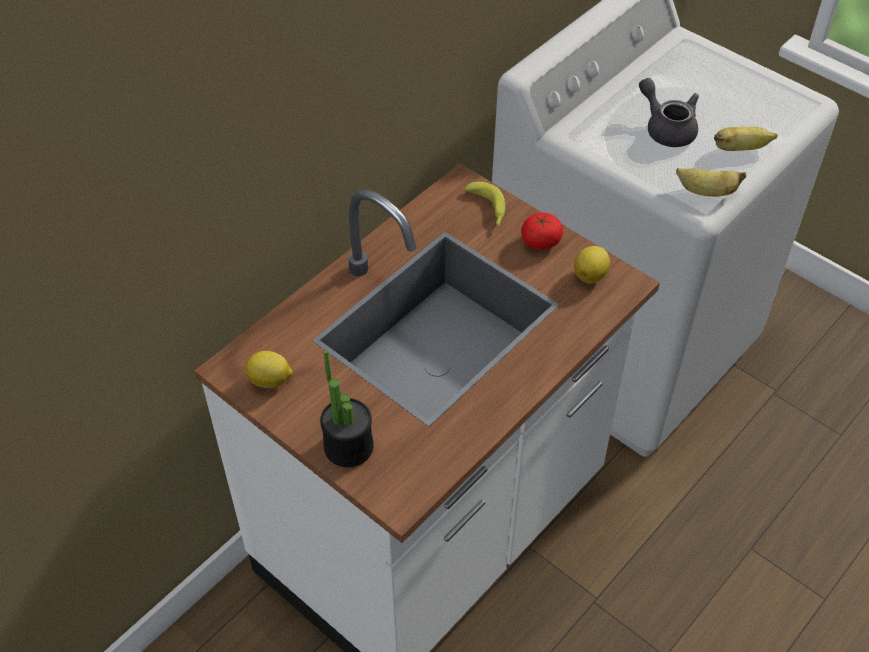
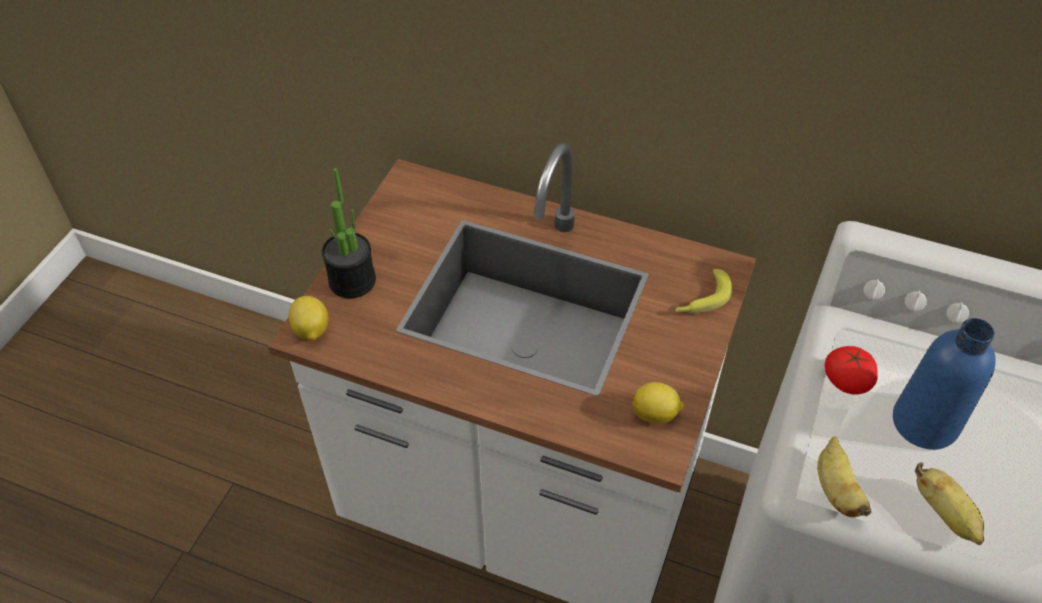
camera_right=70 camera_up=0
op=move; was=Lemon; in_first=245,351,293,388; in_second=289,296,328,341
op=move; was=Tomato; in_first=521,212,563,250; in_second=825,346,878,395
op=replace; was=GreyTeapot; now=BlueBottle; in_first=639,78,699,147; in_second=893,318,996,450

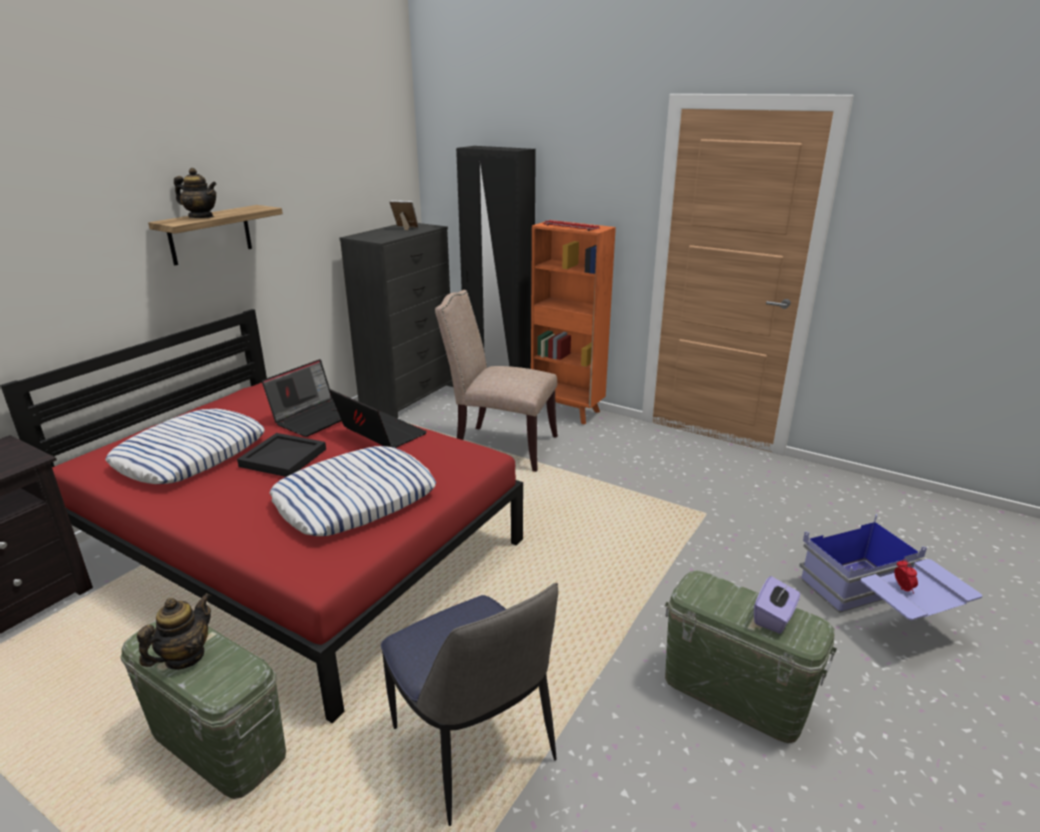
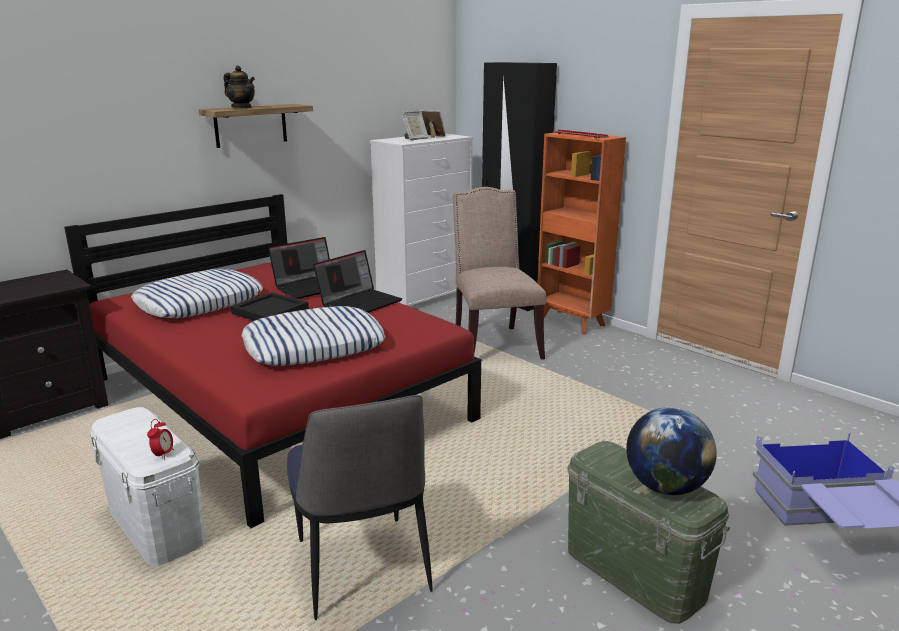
camera_right=15 camera_up=-5
op=delete; was=Teapot; in_first=137,593,211,670
op=insert; now=PictureFrame; in_second=401,111,429,140
op=move; was=AlarmClock; in_first=894,559,918,594; in_second=147,419,174,460
op=replace; was=PurpleTissueBox; now=Globe; in_first=754,576,800,634; in_second=626,407,717,495
op=recolor; was=GreenStorageBox; now=WhiteStorageBox; in_first=121,621,286,799; in_second=90,407,206,566
op=recolor; was=BlackDresser; now=WhiteDresser; in_first=340,223,453,418; in_second=370,134,473,306
op=rotate; was=Laptop; in_first=329,389,427,448; in_second=313,250,402,313; clockwise=75
op=rotate; was=BeigeChair; in_first=435,290,558,472; in_second=452,187,546,360; clockwise=45

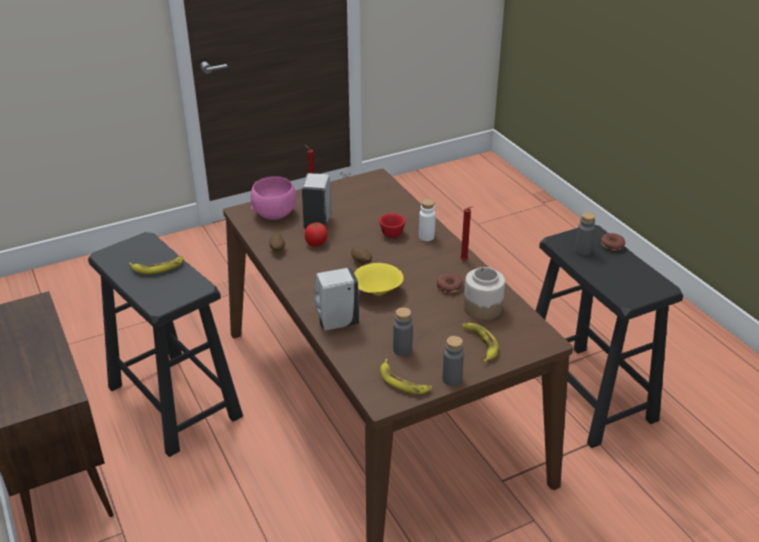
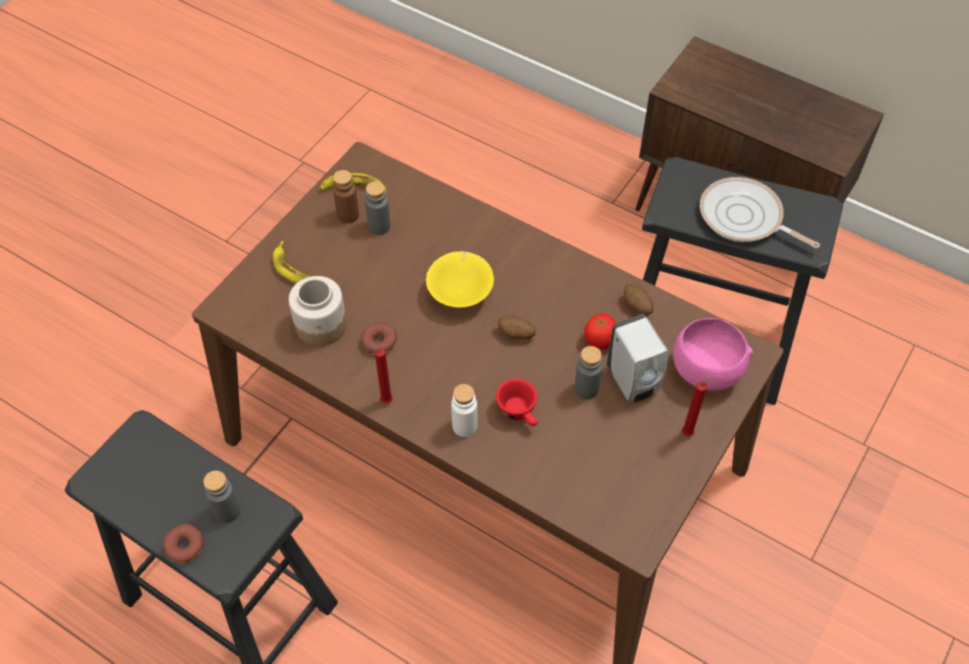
camera_right=150 camera_up=20
op=delete; was=WhiteSoapDispenser; in_first=315,268,359,331
op=insert; now=BrownBottle; in_second=333,170,359,223
op=move; was=GreyBottle; in_first=442,336,464,386; in_second=574,346,602,399
op=replace; was=Banana; now=FryingPan; in_first=129,256,183,274; in_second=700,177,820,249

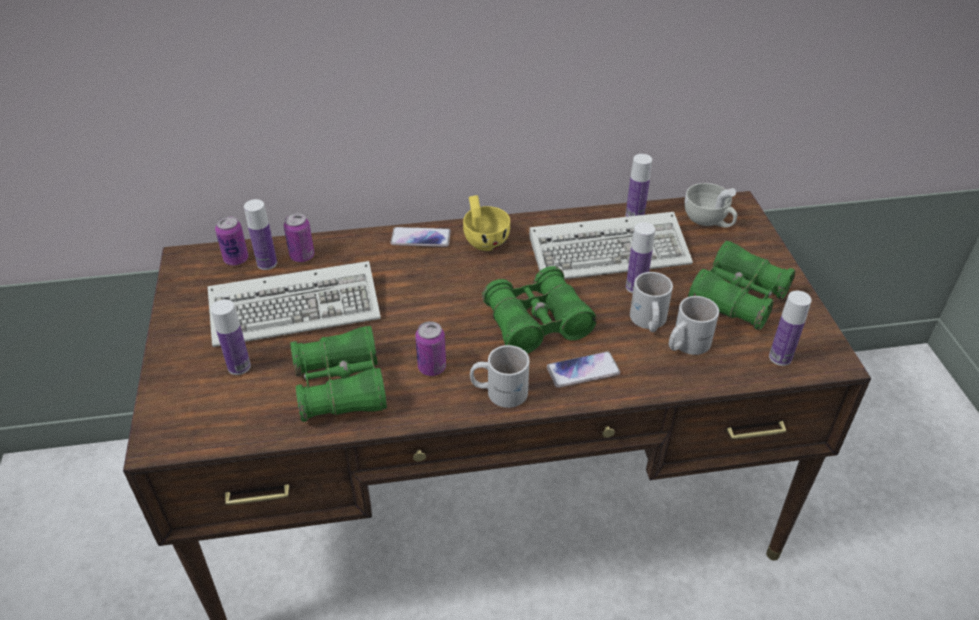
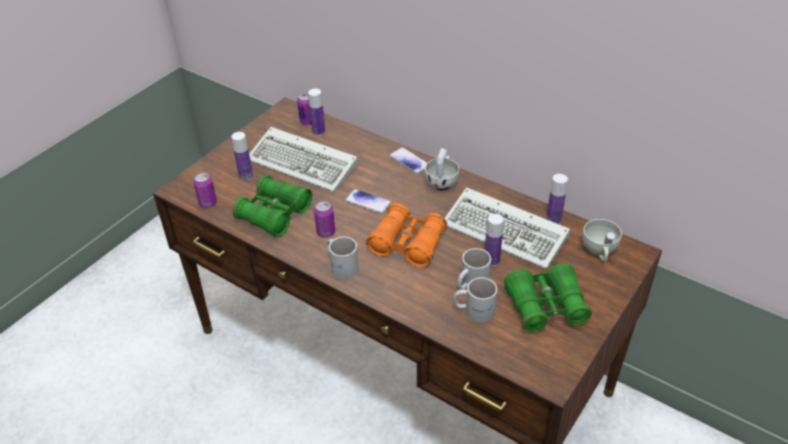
camera_right=45 camera_up=0
op=delete; was=Bottle; in_first=769,291,812,366
op=move; was=Can; in_first=284,213,314,262; in_second=193,172,217,208
op=move; was=Phone; in_first=547,352,620,388; in_second=345,189,392,214
op=recolor; was=YellowCup; now=WhiteCup; in_first=463,195,510,251; in_second=425,148,459,191
op=recolor; was=GreenBinoculars; now=OrangeBinoculars; in_first=482,266,597,354; in_second=366,203,447,268

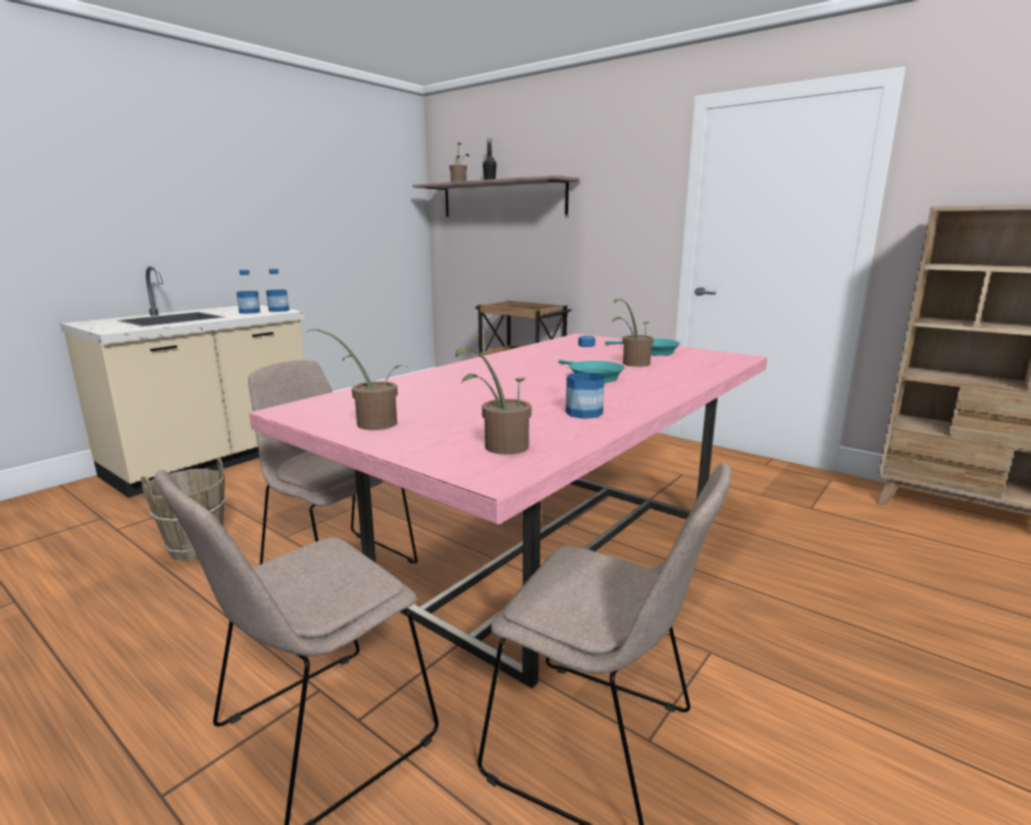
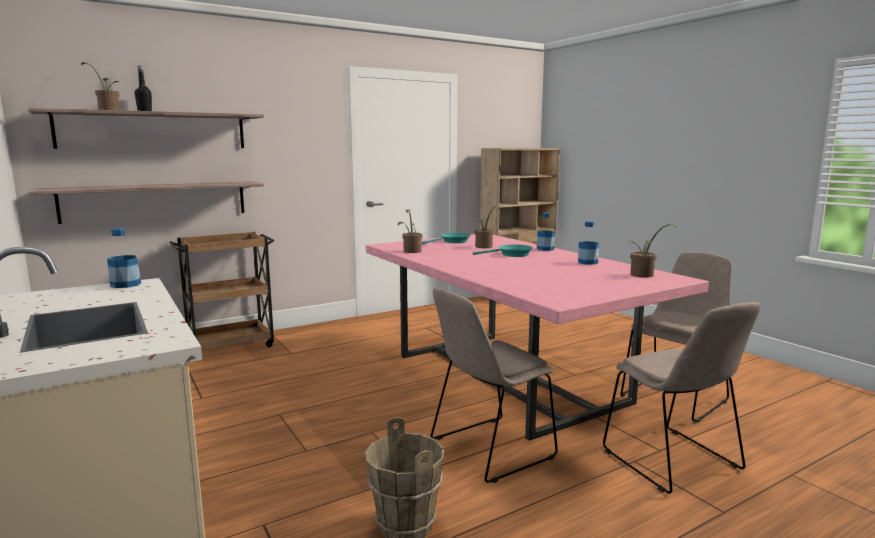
camera_right=-70 camera_up=-5
op=insert; now=Shelf; in_second=34,181,264,224
op=move; was=Bottle; in_first=236,270,260,314; in_second=537,213,555,251
op=move; was=PottedPlant; in_first=305,329,407,430; in_second=398,210,422,253

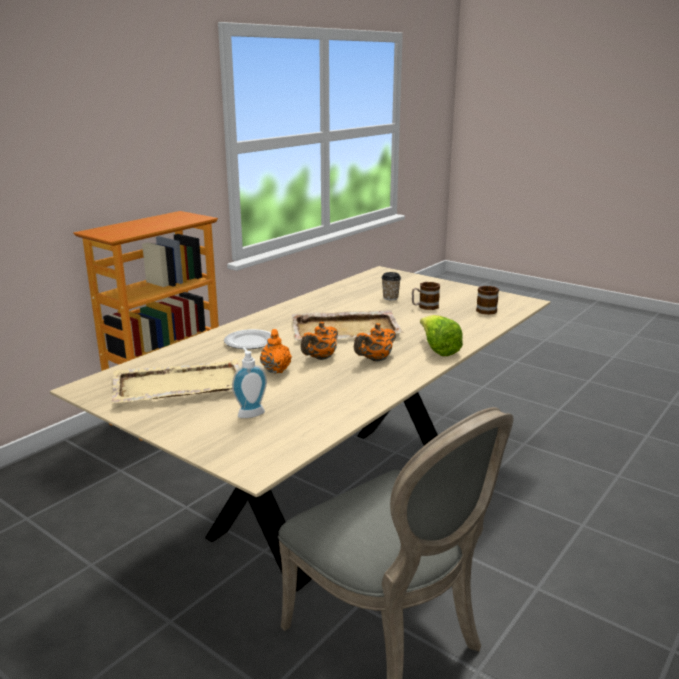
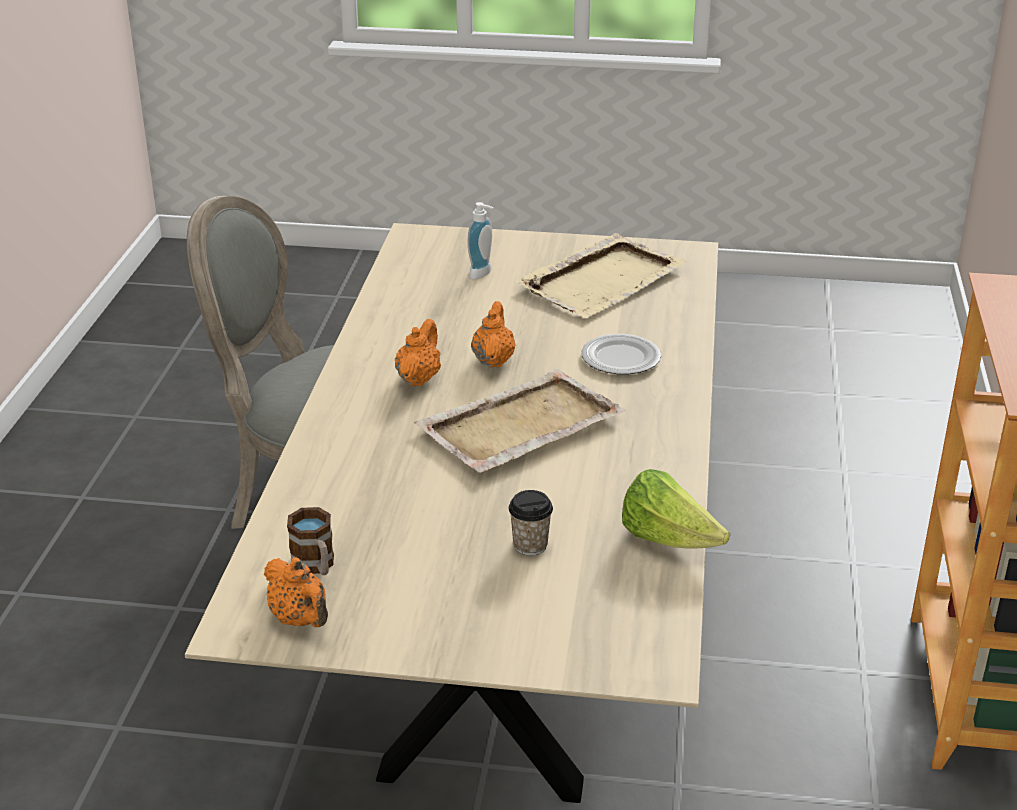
camera_right=150 camera_up=10
op=delete; was=Mug; in_first=412,282,440,310
op=move; was=OrangeTeapot; in_first=260,329,292,374; in_second=264,557,328,627
op=move; was=Lettuce; in_first=420,315,463,356; in_second=622,469,730,549

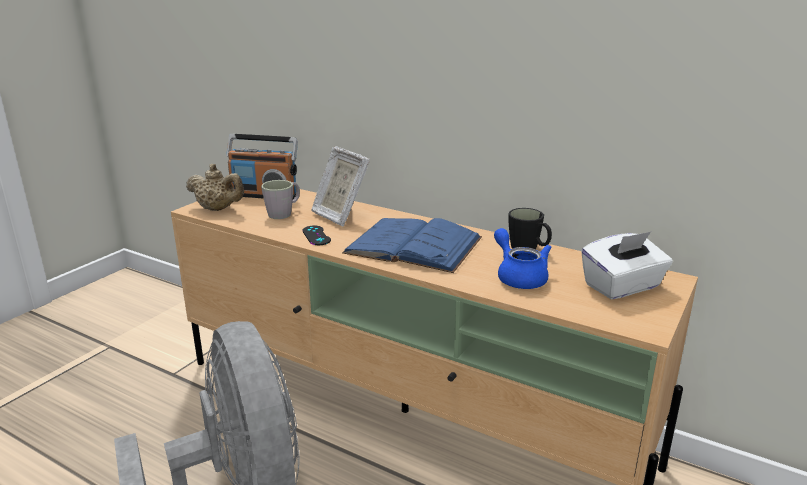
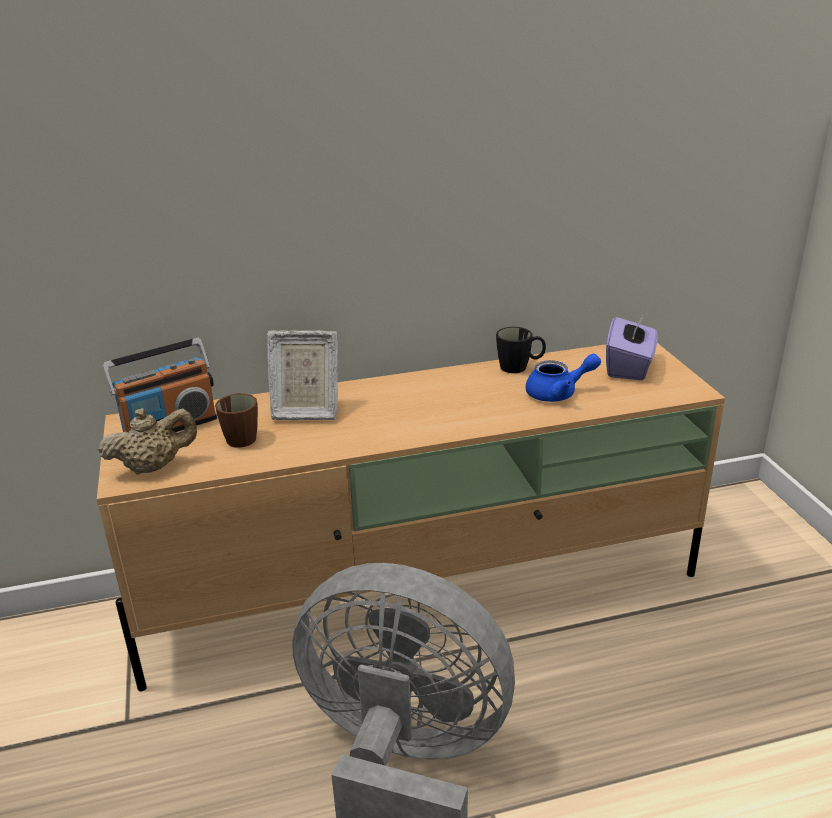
camera_right=-45 camera_up=5
op=delete; was=BlackGameController; in_first=302,226,331,245
op=delete; was=BlueBook; in_first=342,218,482,273
op=recolor; was=GreyMug; now=BrownMug; in_first=261,180,300,219; in_second=215,393,258,448
op=recolor; was=WhiteTissueBox; now=PurpleTissueBox; in_first=581,232,673,299; in_second=606,315,658,381
op=rotate; was=BlueTeapot; in_first=494,228,552,289; in_second=526,354,601,402; clockwise=150

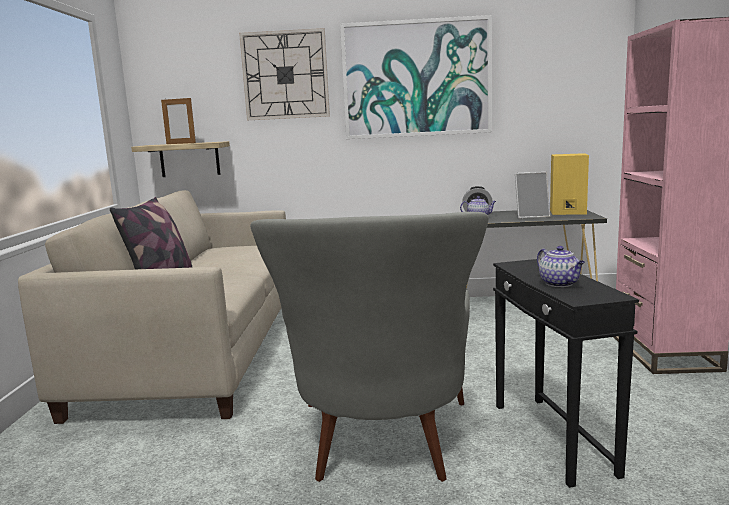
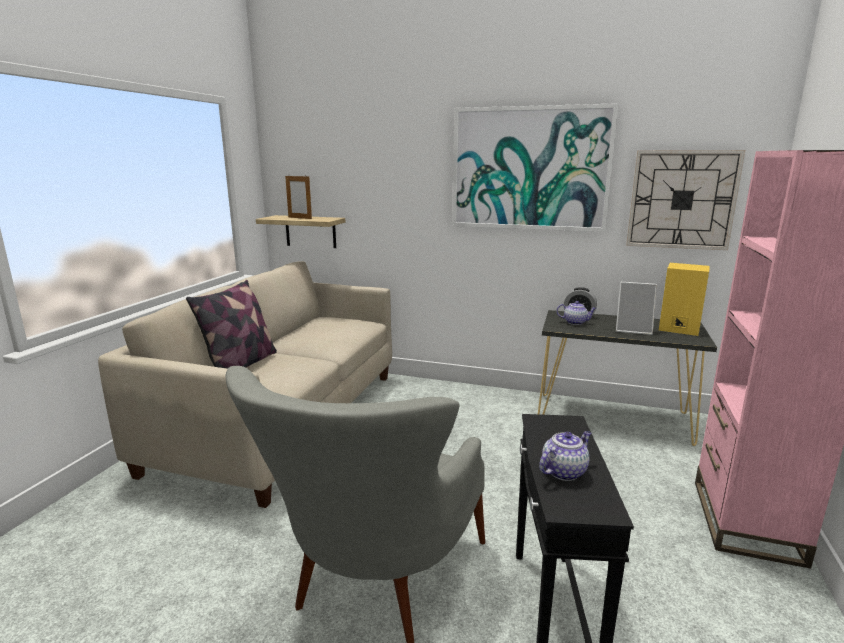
camera_right=15 camera_up=5
op=move; was=WallClock; in_first=239,28,330,120; in_second=626,150,745,250
op=rotate; was=Teapot; in_first=537,246,585,287; in_second=539,431,591,481; clockwise=-120

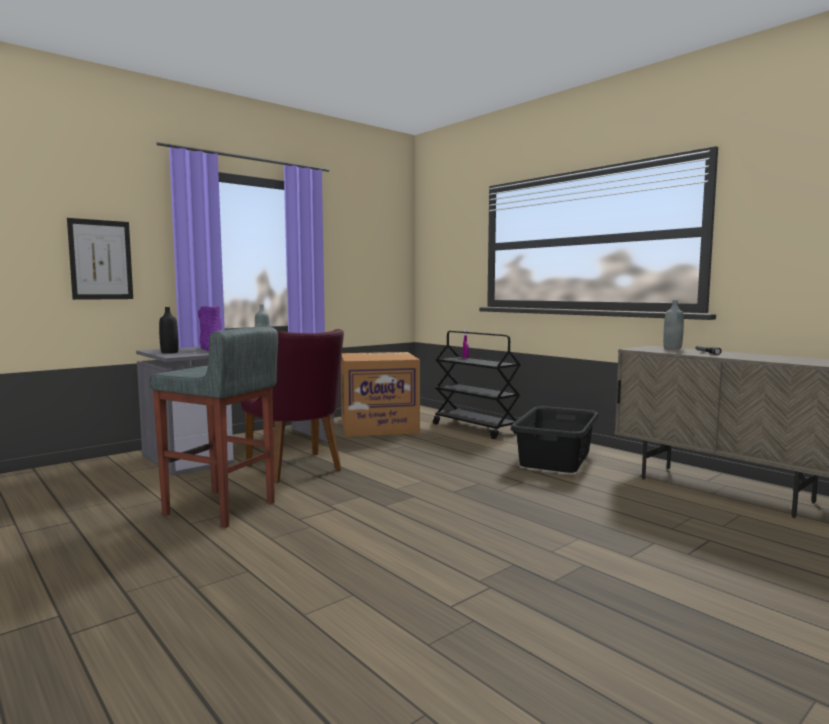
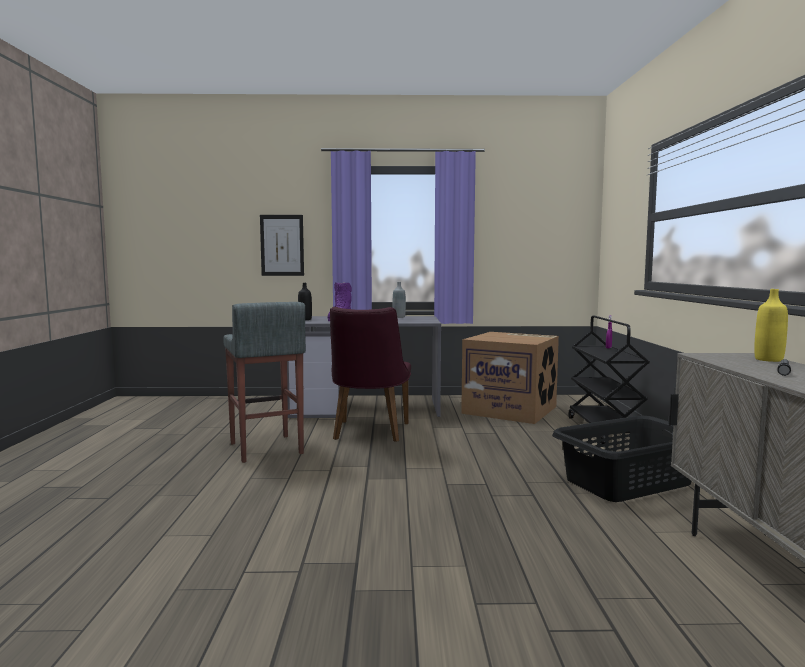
camera_right=40 camera_up=0
op=recolor; was=GreyBottle; now=YellowBottle; in_first=663,300,684,349; in_second=754,289,788,362

